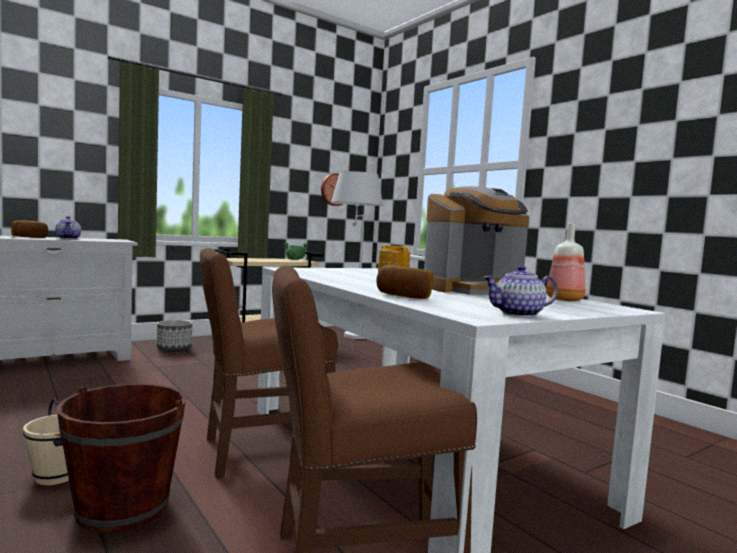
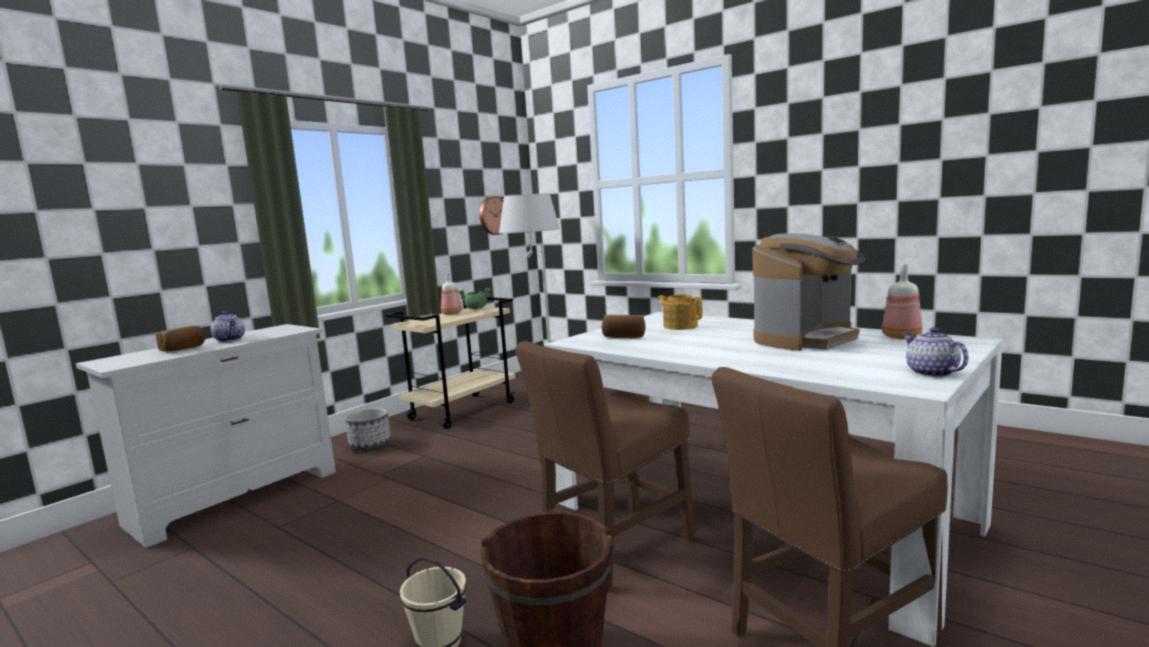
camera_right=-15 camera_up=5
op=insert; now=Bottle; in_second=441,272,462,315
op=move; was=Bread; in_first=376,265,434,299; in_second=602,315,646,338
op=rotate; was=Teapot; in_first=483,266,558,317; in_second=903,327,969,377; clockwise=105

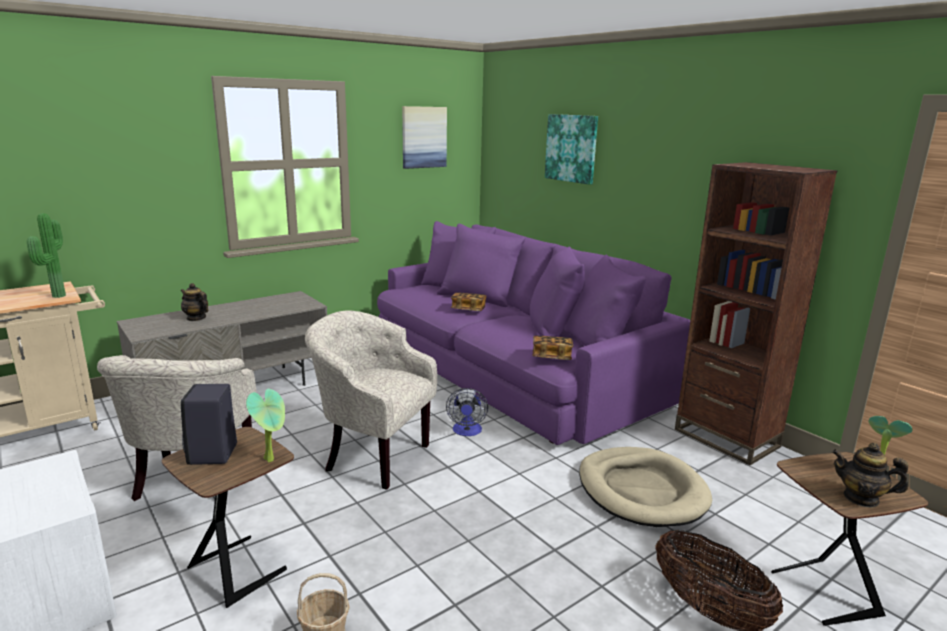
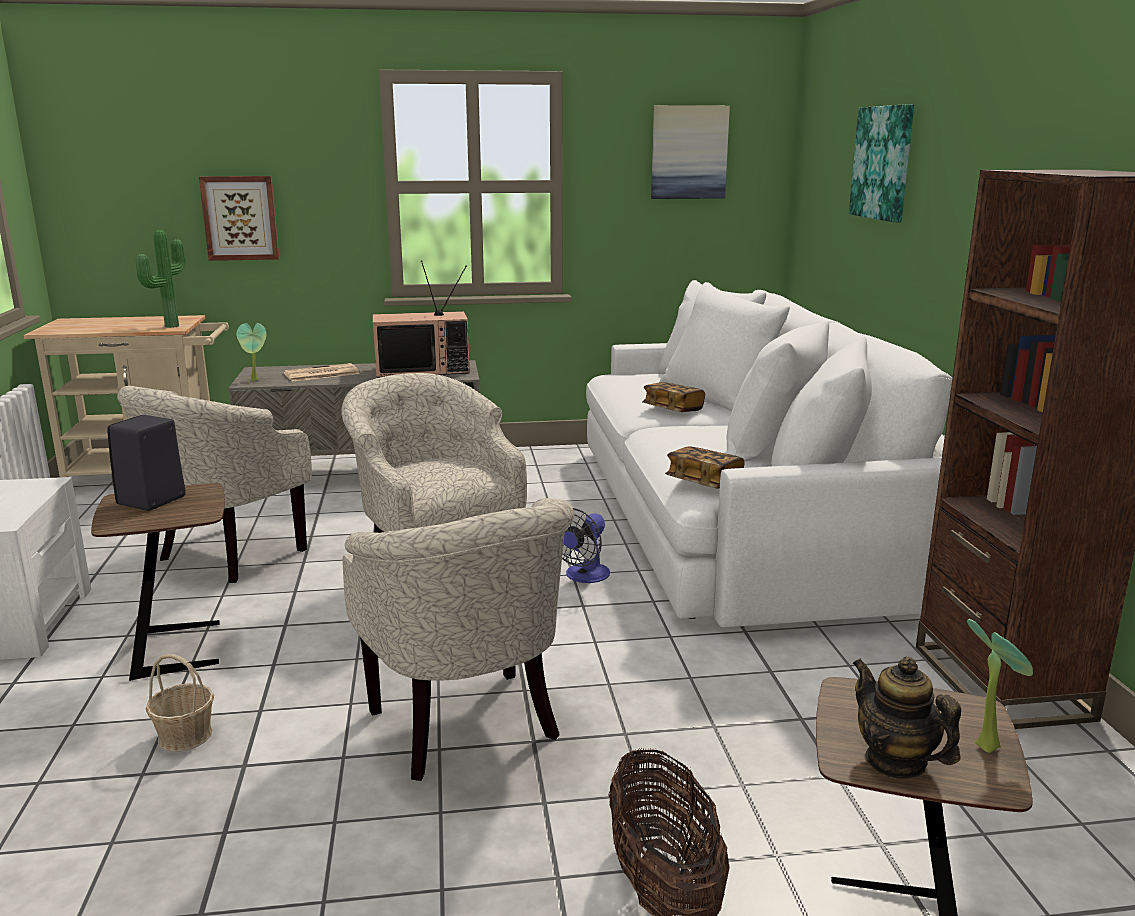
camera_right=30 camera_up=0
op=delete; was=BeigeDogBed; in_first=579,447,712,527
op=insert; now=Picture; in_second=199,176,280,261
op=insert; now=BeigeArmchair; in_second=343,498,574,781
op=insert; now=Television; in_second=373,260,470,378
op=move; was=PottedPlant; in_first=246,389,285,463; in_second=237,323,267,382
op=replace; was=Teapot; now=Newspaper; in_first=181,283,208,321; in_second=284,363,360,382
op=recolor; was=PurpleSofa; now=WhiteSofa; in_first=377,221,690,445; in_second=586,280,952,627

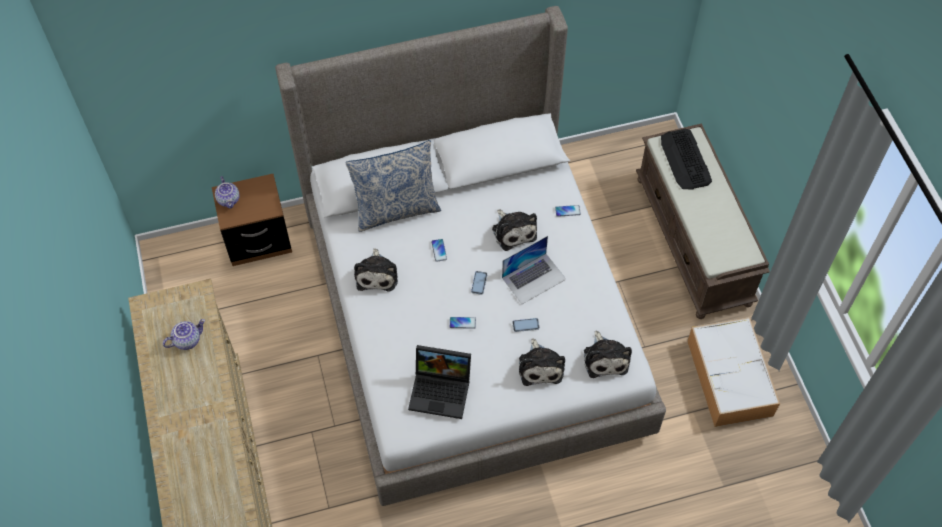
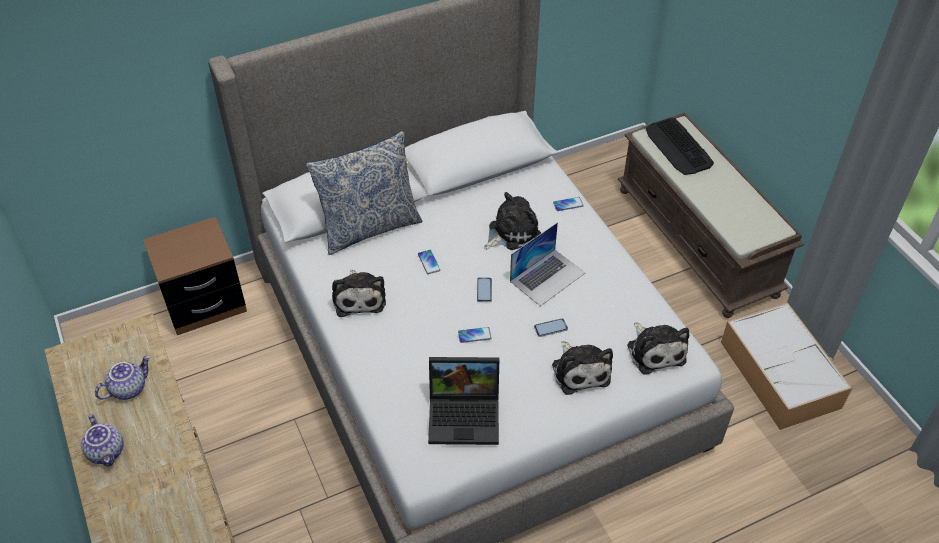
camera_right=-10 camera_up=-10
op=move; was=Teapot; in_first=215,176,240,209; in_second=81,414,124,467
op=rotate; was=PlushToy; in_first=492,209,537,251; in_second=484,192,541,250; clockwise=-90

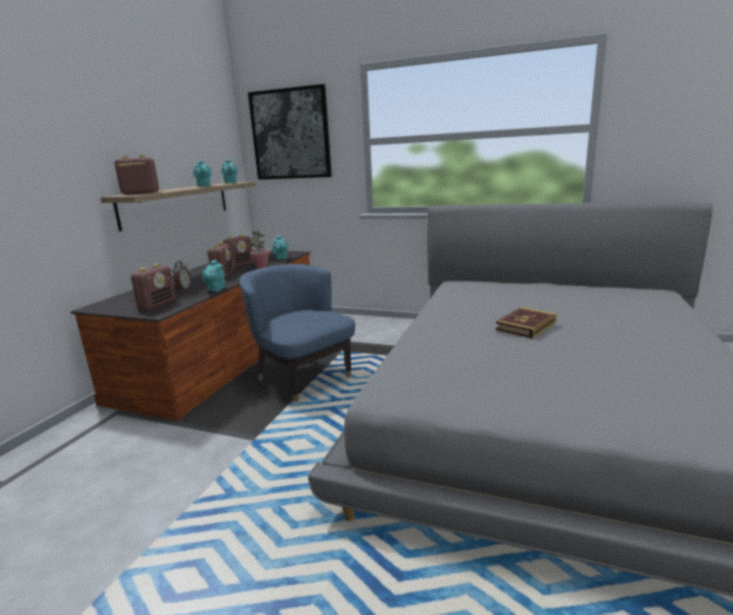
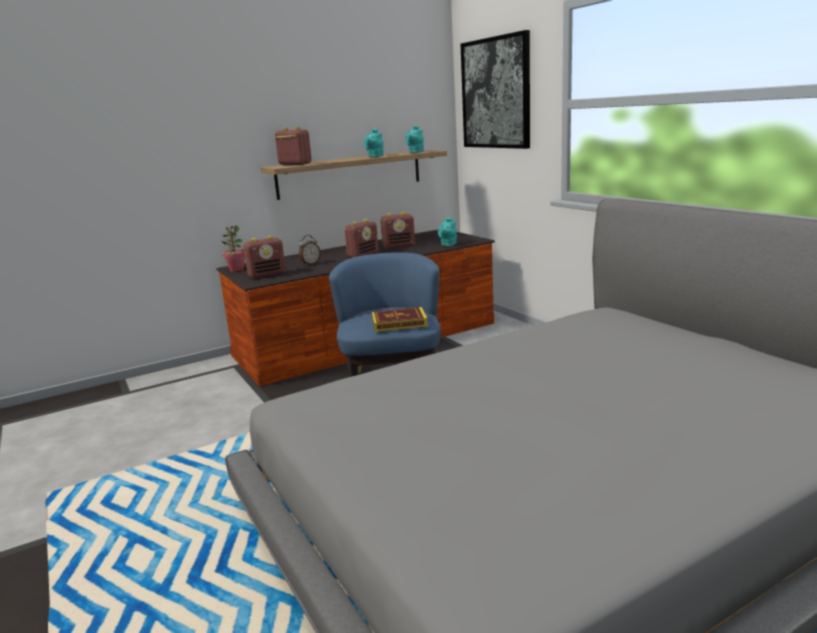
camera_right=40 camera_up=0
op=delete; was=TurquoiseTeapot; in_first=202,260,225,292
op=move; was=PottedPlant; in_first=249,230,270,269; in_second=221,225,245,271
op=move; was=Book; in_first=496,307,557,339; in_second=372,307,428,332

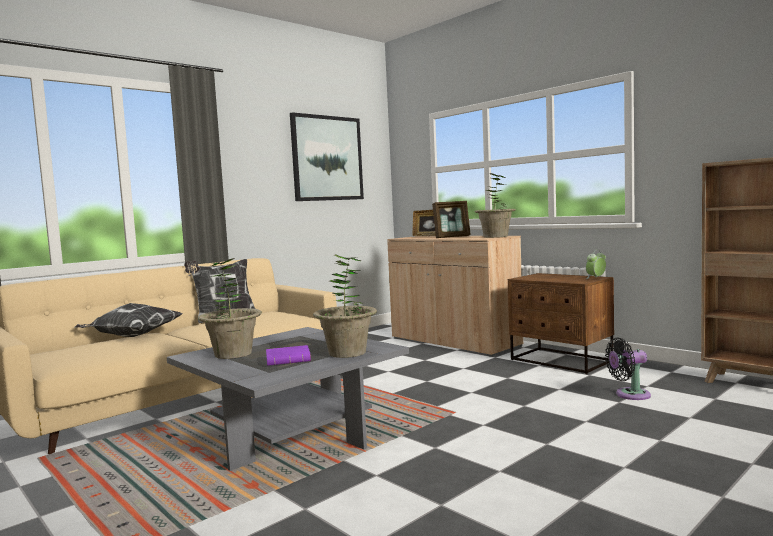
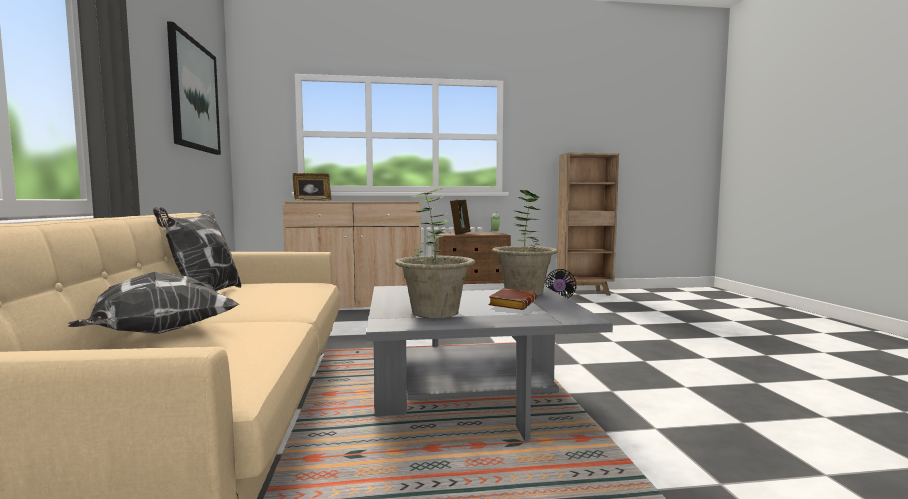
camera_right=-55 camera_up=0
op=delete; was=PottedPlant; in_first=475,173,516,238
op=move; was=PictureFrame; in_first=432,201,471,238; in_second=450,200,471,235
op=recolor; was=PurpleBook; now=BrownBook; in_first=266,345,311,366; in_second=488,288,537,310

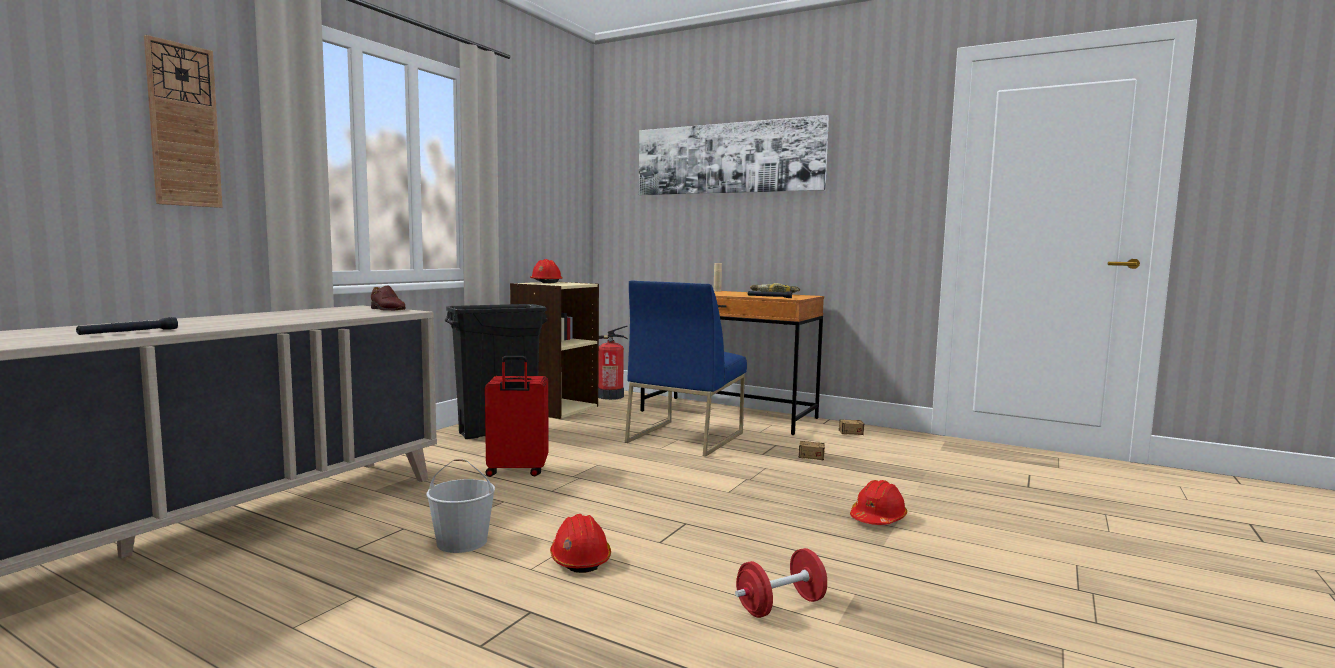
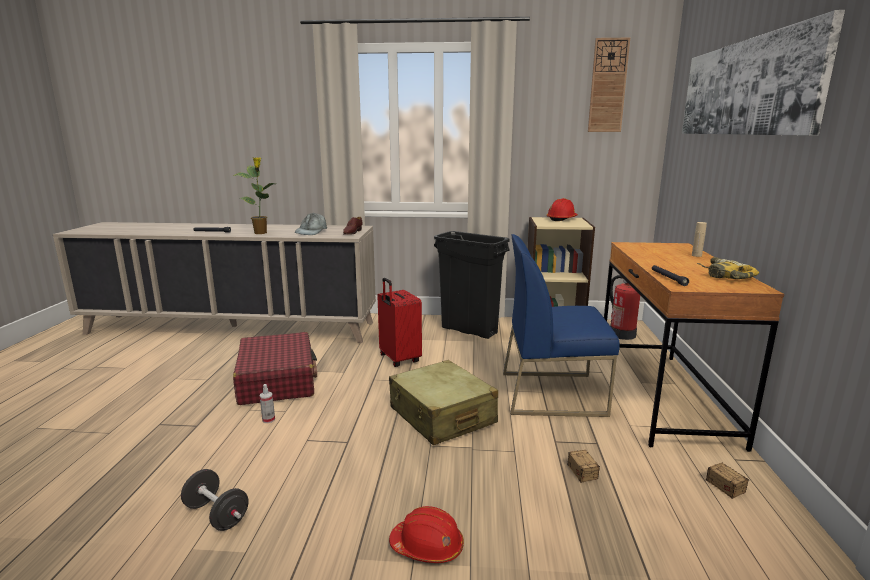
camera_right=65 camera_up=10
op=insert; now=PottedPlant; in_second=233,157,274,234
op=insert; now=GreyCap; in_second=295,213,327,235
op=insert; now=BeigeSuitcase; in_second=389,360,498,445
op=move; was=WallClock; in_first=144,35,223,208; in_second=588,38,630,132
op=replace; was=WhiteBucket; now=RedSuitcase; in_first=427,459,495,553; in_second=233,332,317,405
op=replace; was=RedHardHat; now=SprayBottle; in_first=550,514,611,573; in_second=260,384,275,423
op=recolor; was=RedDumbbell; now=BlackDumbbell; in_first=735,548,827,618; in_second=181,469,249,531

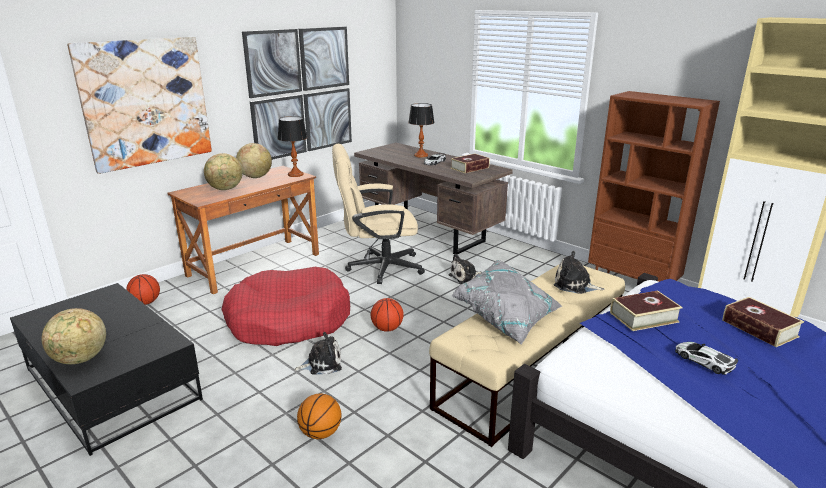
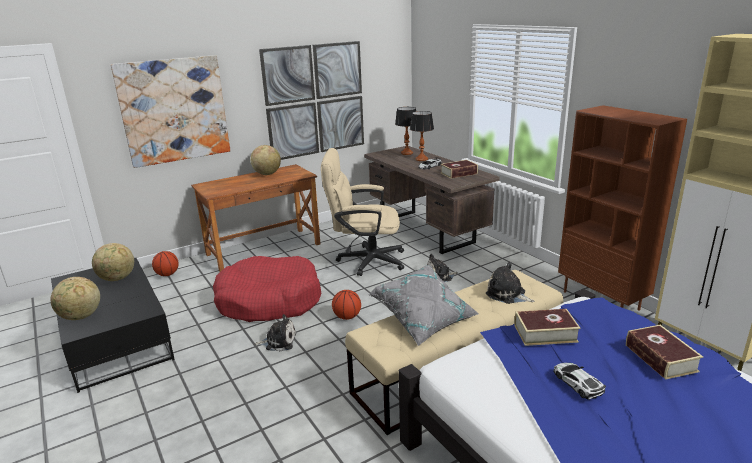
camera_right=15 camera_up=0
op=delete; was=Basketball; in_first=297,394,341,439
op=move; was=Globe; in_first=204,153,243,190; in_second=92,243,134,281
op=move; was=TableLamp; in_first=278,116,308,177; in_second=395,107,416,155

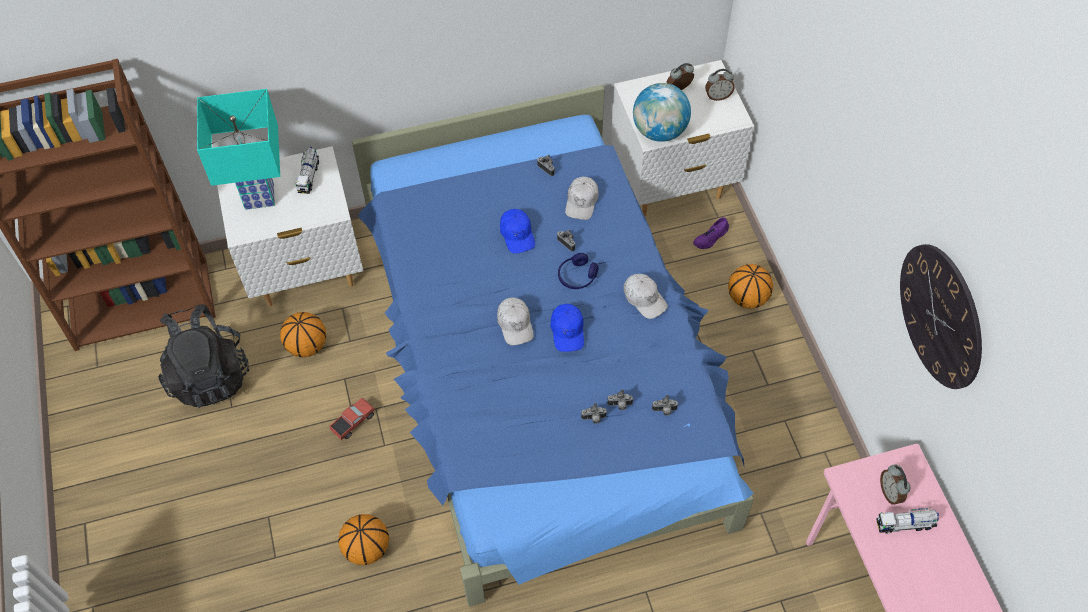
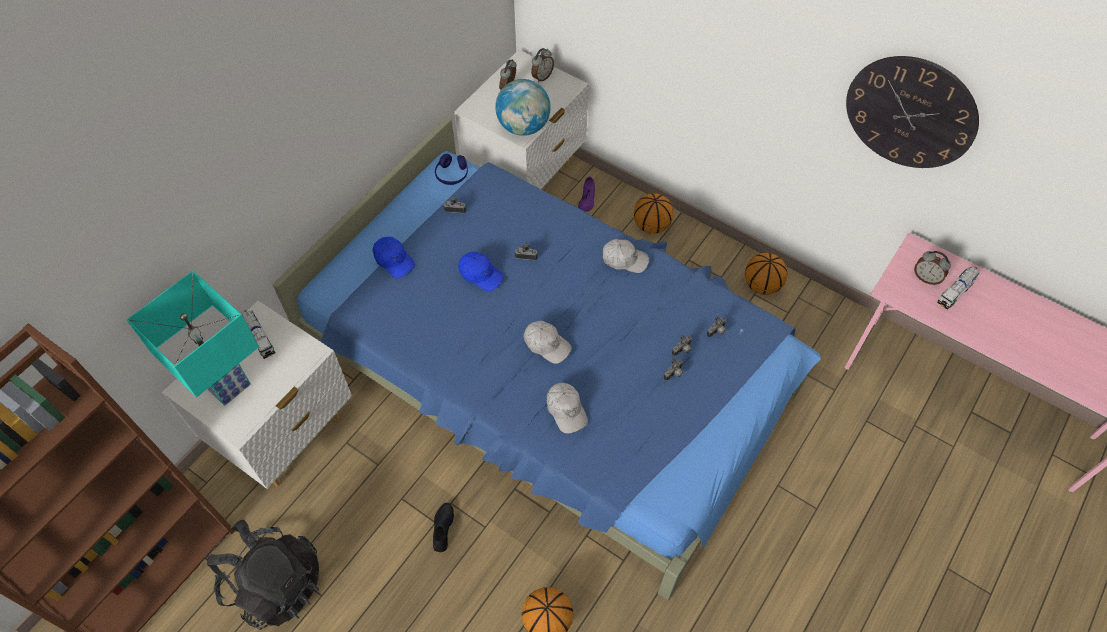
camera_right=-40 camera_up=0
op=move; was=Basketball; in_first=280,312,326,357; in_second=745,253,788,295
op=move; was=BlueCap; in_first=550,304,584,352; in_second=373,237,415,278
op=move; was=BlueHeadphones; in_first=558,253,599,289; in_second=435,154,468,185
op=move; was=WhiteCap; in_first=565,177,599,220; in_second=547,383,588,434
op=replace; was=ToyTruck; now=BlackShoe; in_first=329,398,375,440; in_second=433,503,454,552

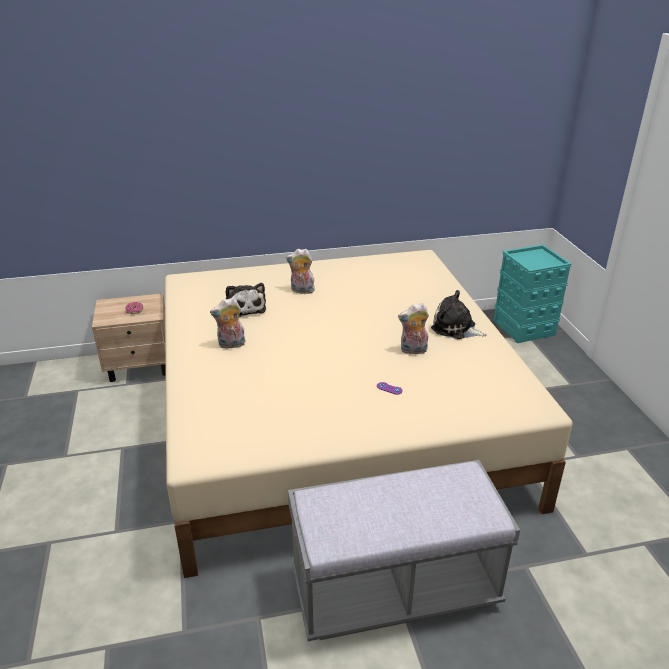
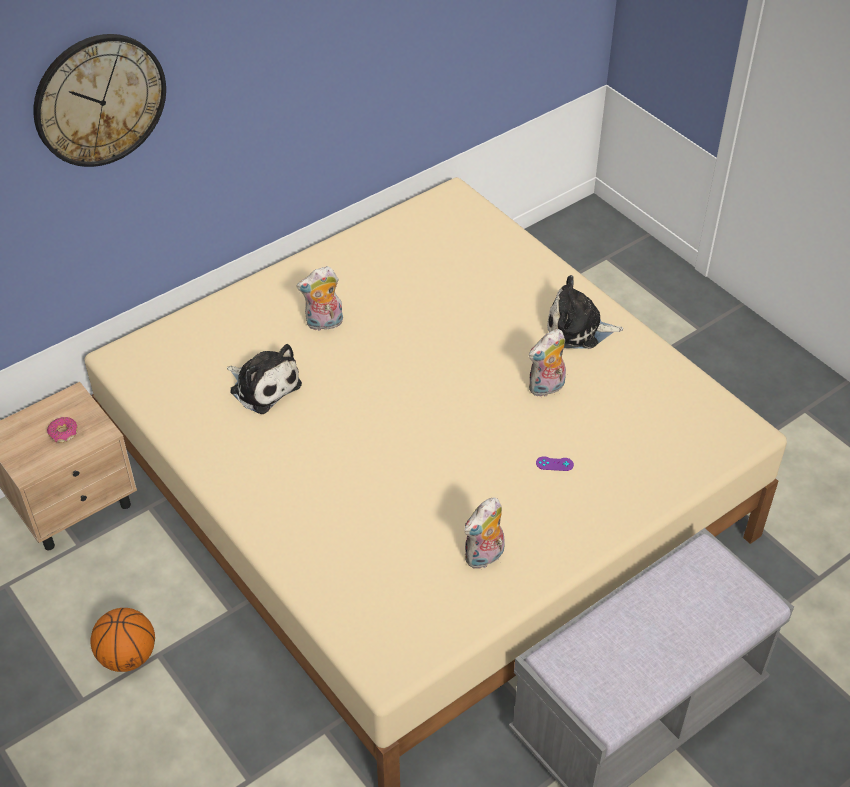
camera_right=-25 camera_up=15
op=delete; was=TurquoiseStorageBox; in_first=493,245,572,343
op=insert; now=WallClock; in_second=33,34,166,167
op=insert; now=Basketball; in_second=90,608,155,672
op=move; was=PlushToy; in_first=210,297,246,349; in_second=464,497,505,569

